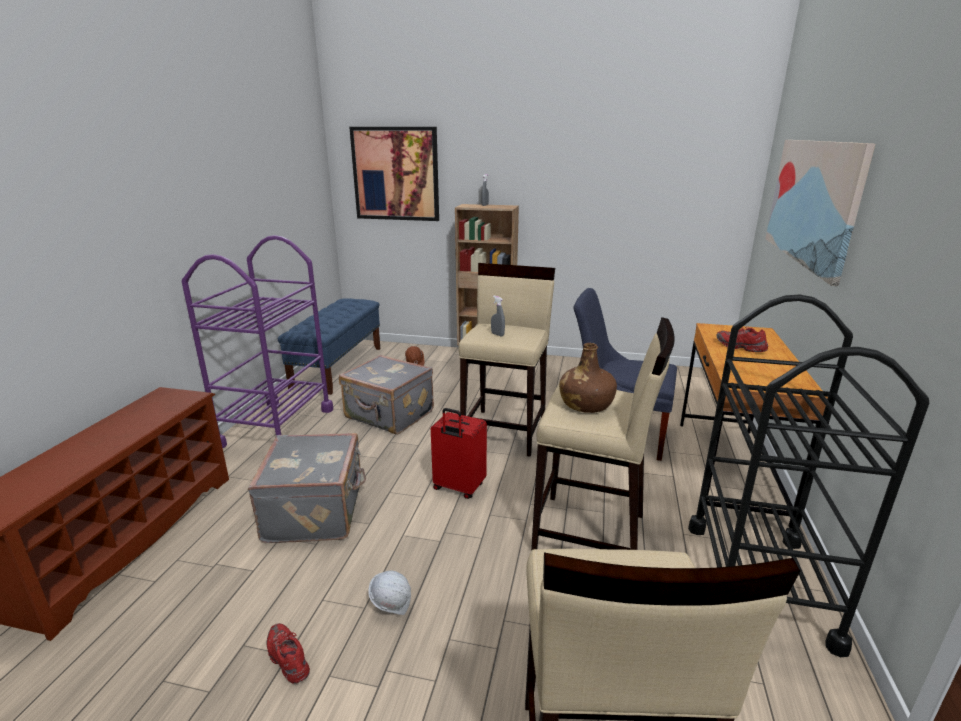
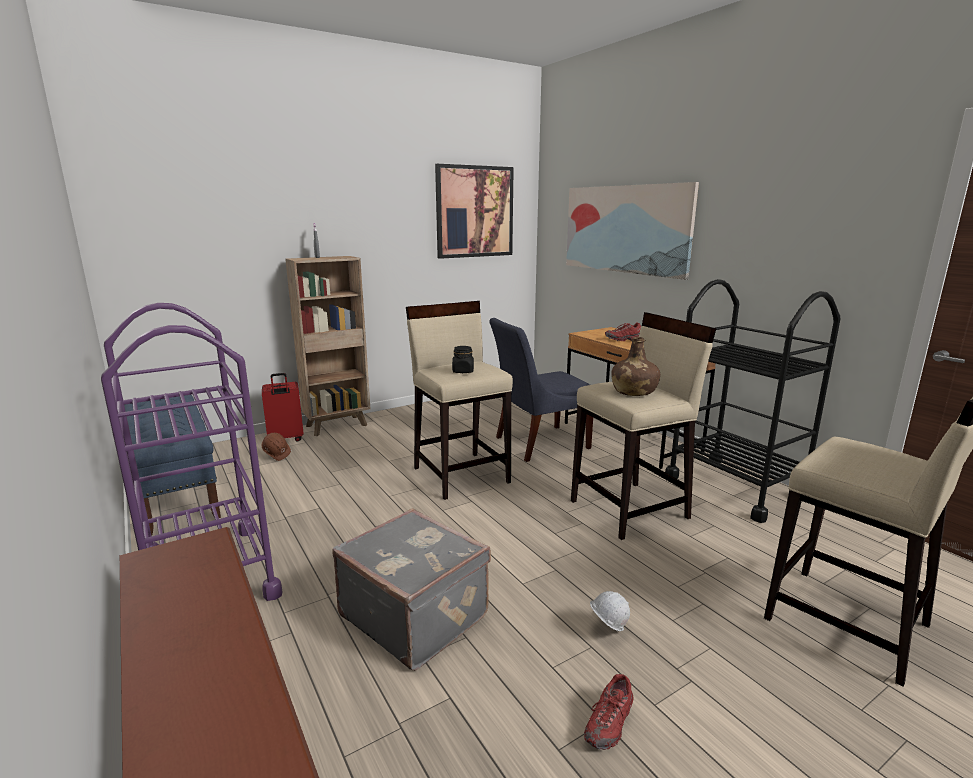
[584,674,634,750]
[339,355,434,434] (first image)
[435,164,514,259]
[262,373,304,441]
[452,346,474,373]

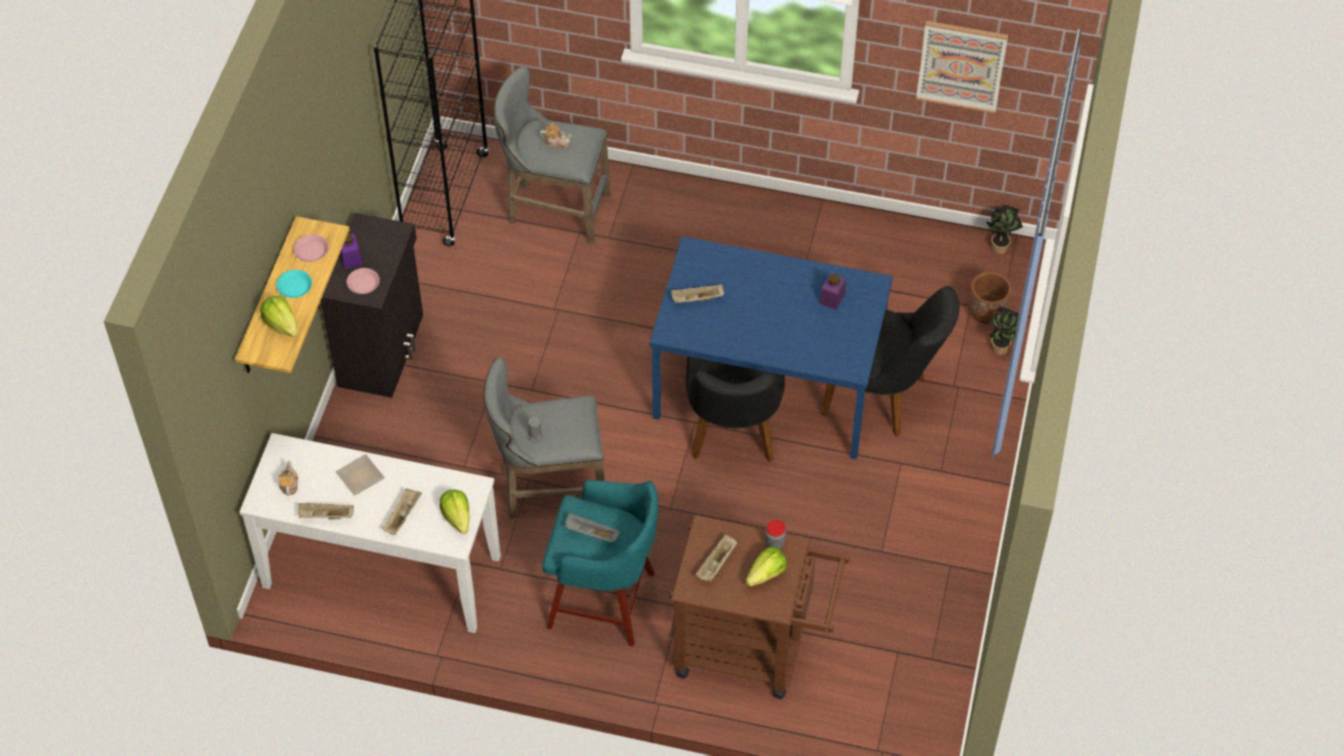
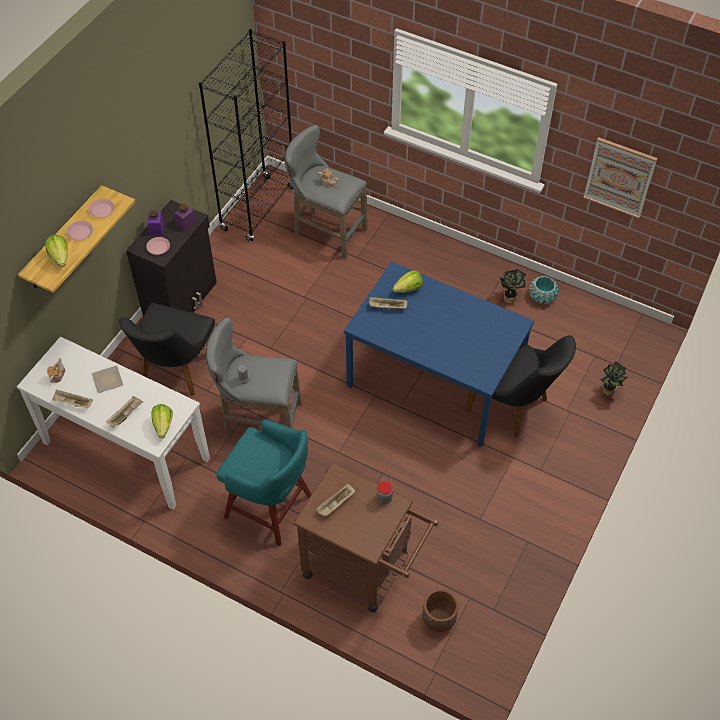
[66,221,93,241]
[565,513,620,542] (first image)
[119,302,215,396]
[392,270,423,293]
[175,204,197,231]
[422,589,459,632]
[500,269,527,304]
[529,276,559,304]

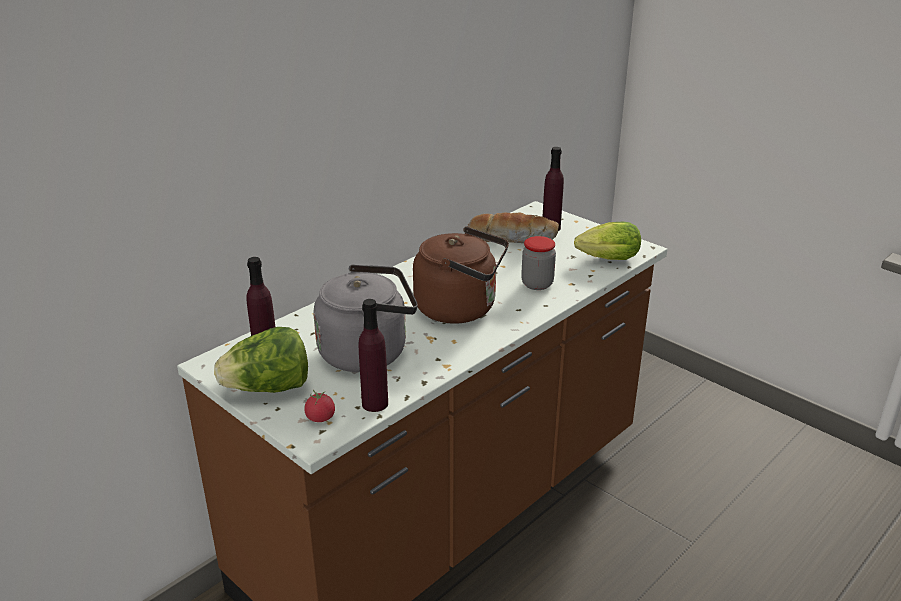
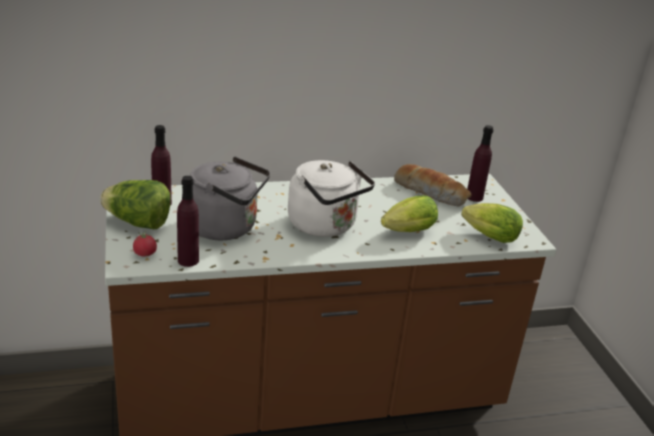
[288,160,375,237]
[381,196,438,232]

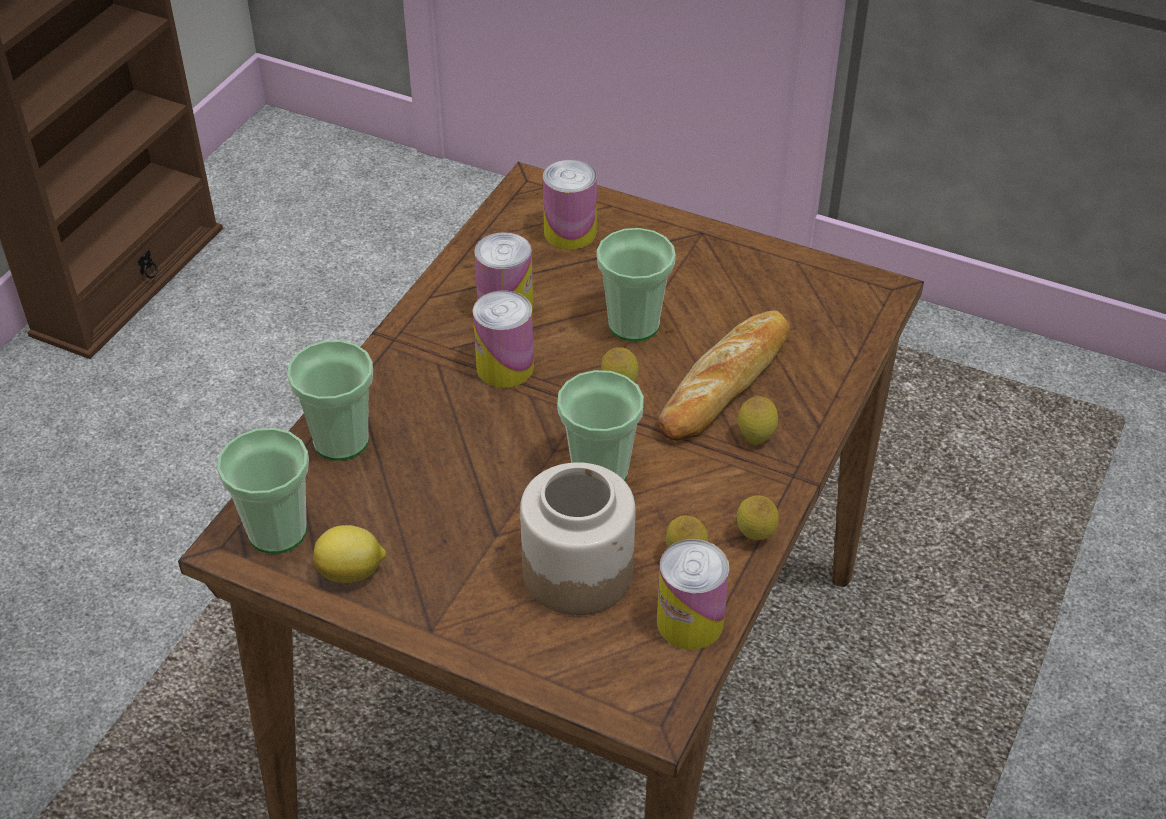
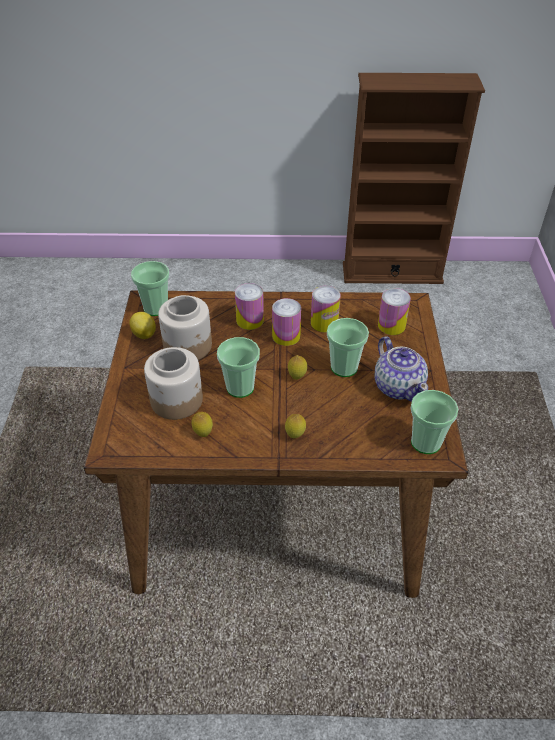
[410,390,458,454]
[235,283,264,330]
[658,311,790,441] (first image)
[737,495,779,541] (first image)
[158,295,212,360]
[374,336,428,402]

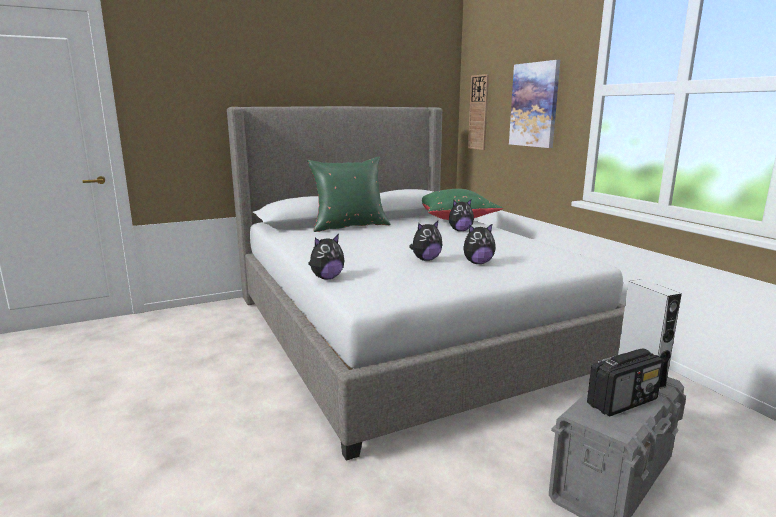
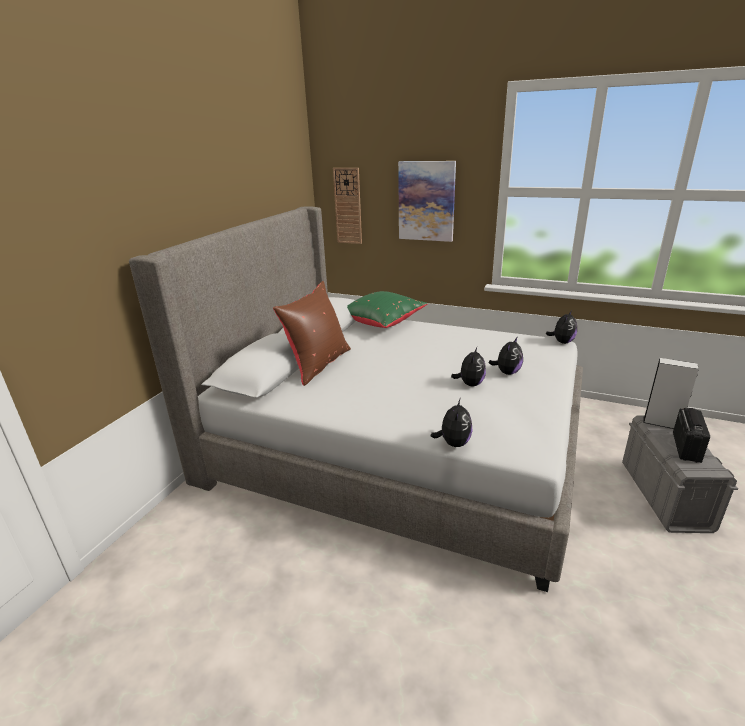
[273,281,351,386]
[546,310,577,344]

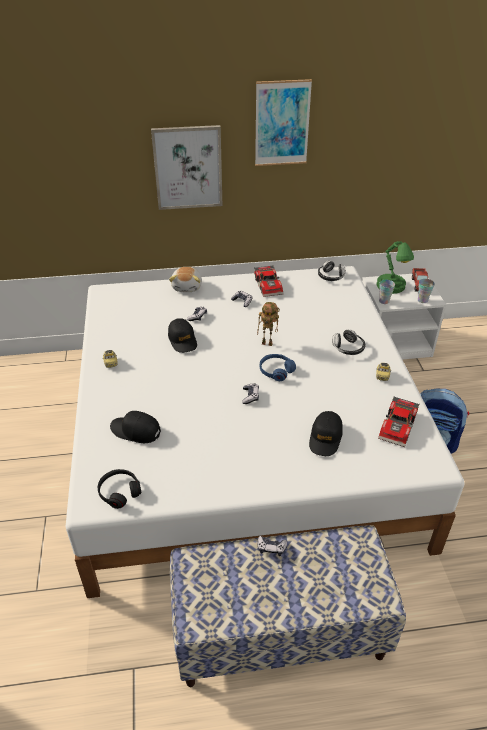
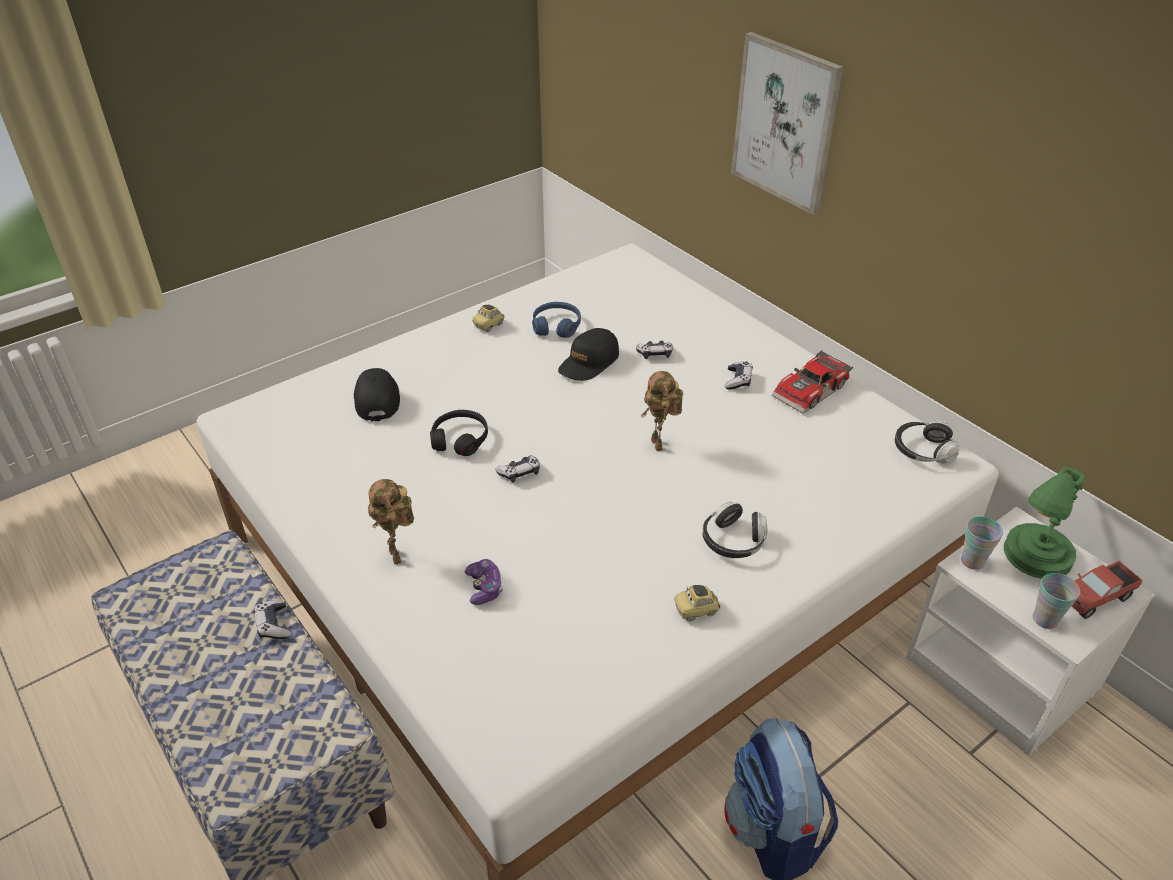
[430,410,488,456]
[169,267,202,292] (first image)
[255,79,312,166] (first image)
[532,302,581,338]
[465,559,503,605]
[378,397,419,447] (first image)
[368,479,414,564]

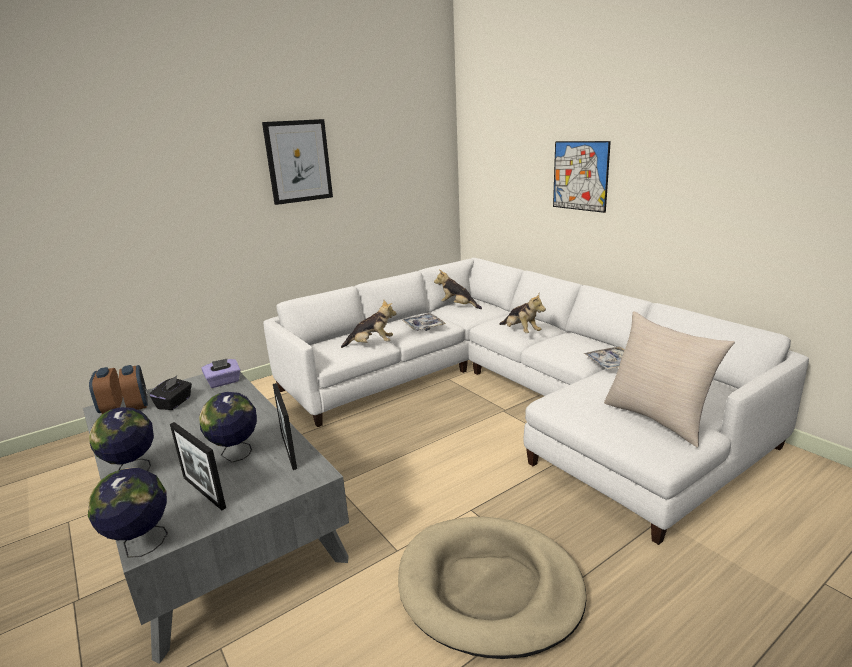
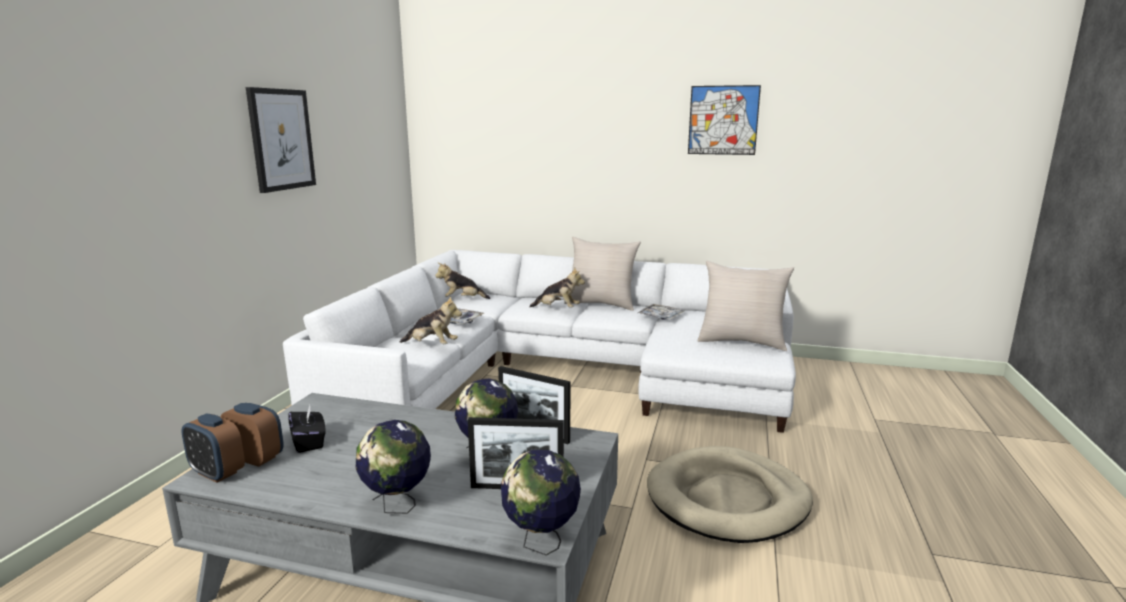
[201,359,240,388] (first image)
[400,296,462,344]
[688,85,761,155]
[564,237,641,311]

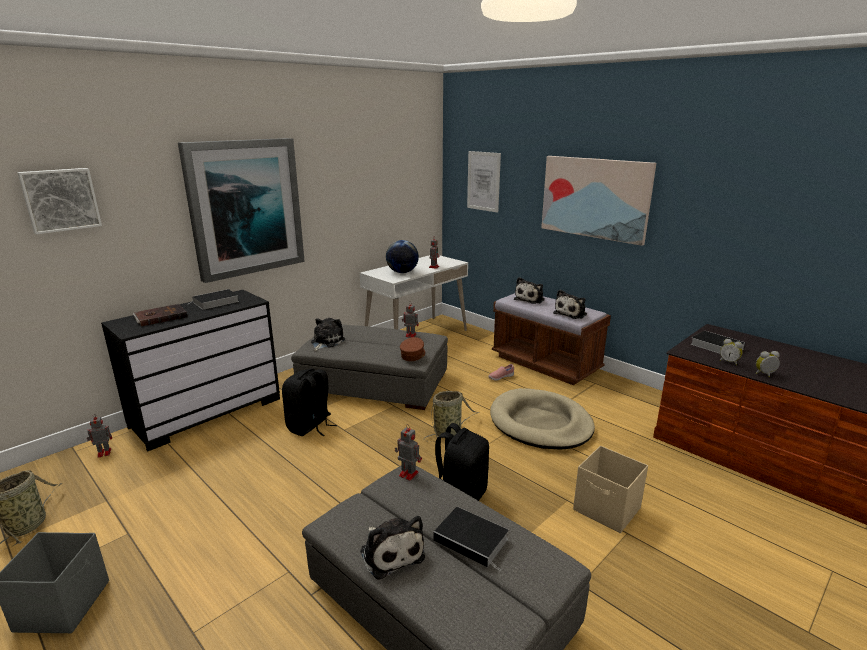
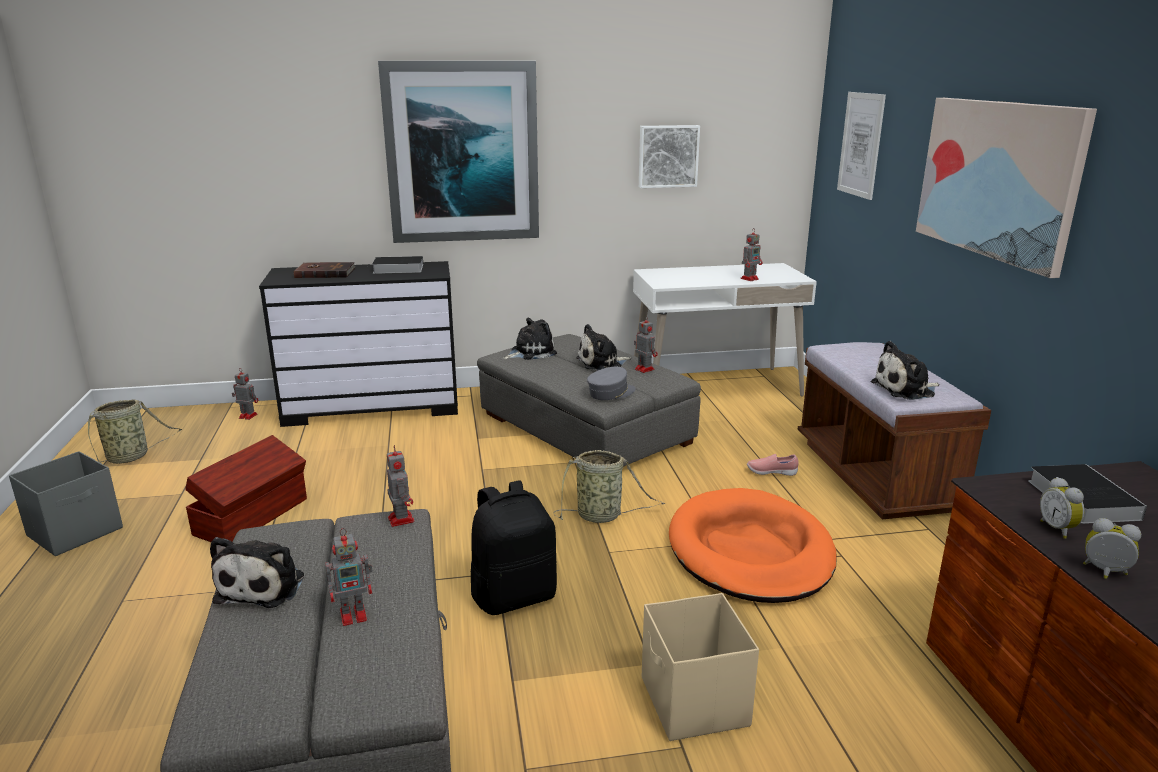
[639,125,700,188]
[282,369,337,437] (first image)
[386,240,419,273] (first image)
[587,367,636,400]
[326,528,373,626]
[669,488,837,603]
[576,324,632,371]
[185,435,307,542]

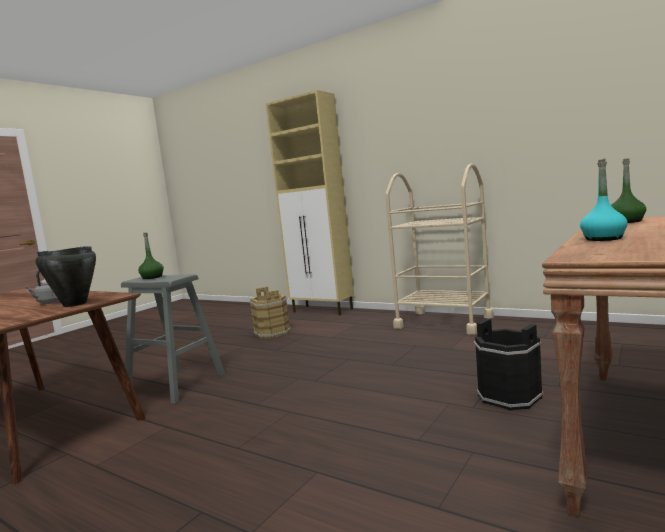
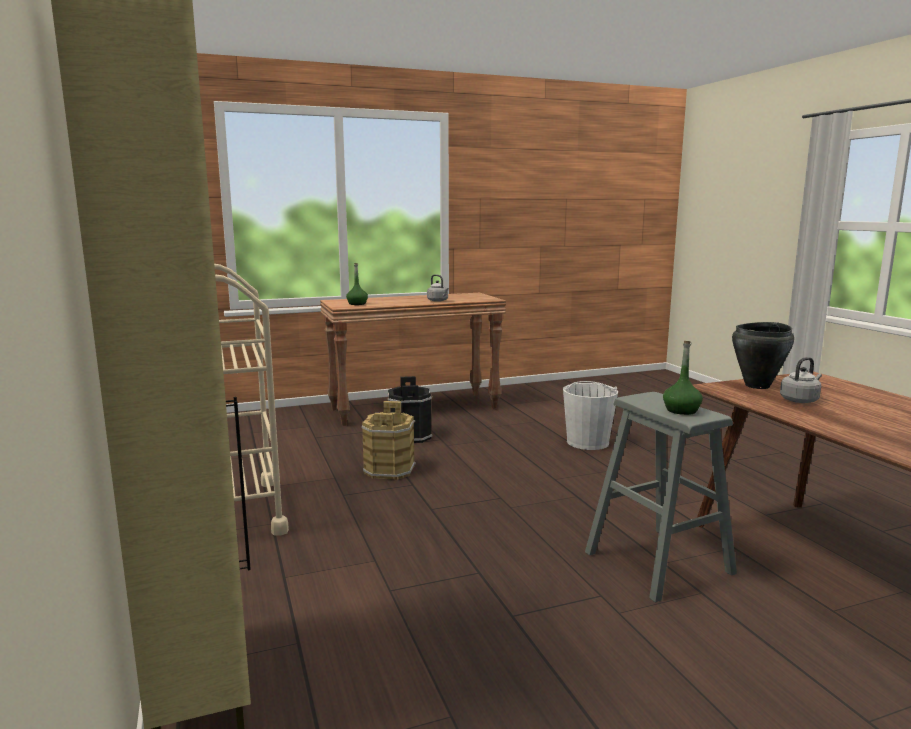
[361,401,416,480]
[427,274,449,302]
[563,381,618,450]

